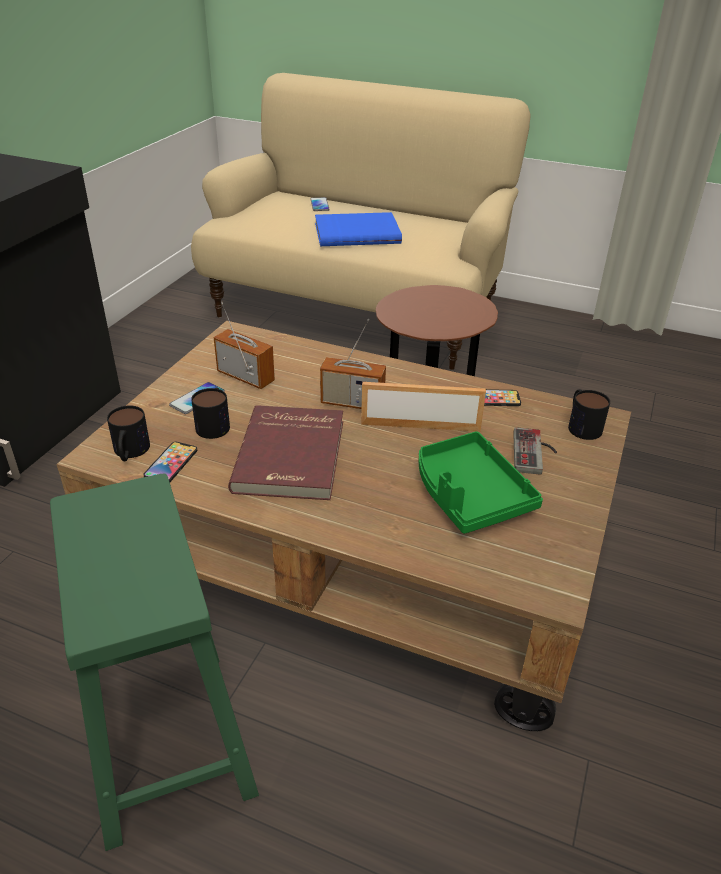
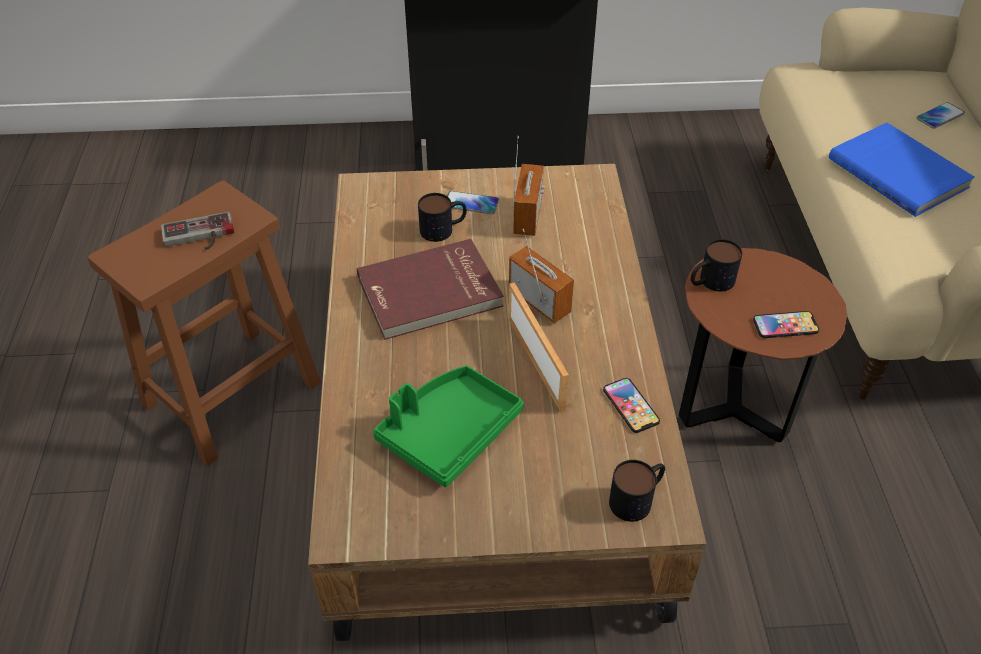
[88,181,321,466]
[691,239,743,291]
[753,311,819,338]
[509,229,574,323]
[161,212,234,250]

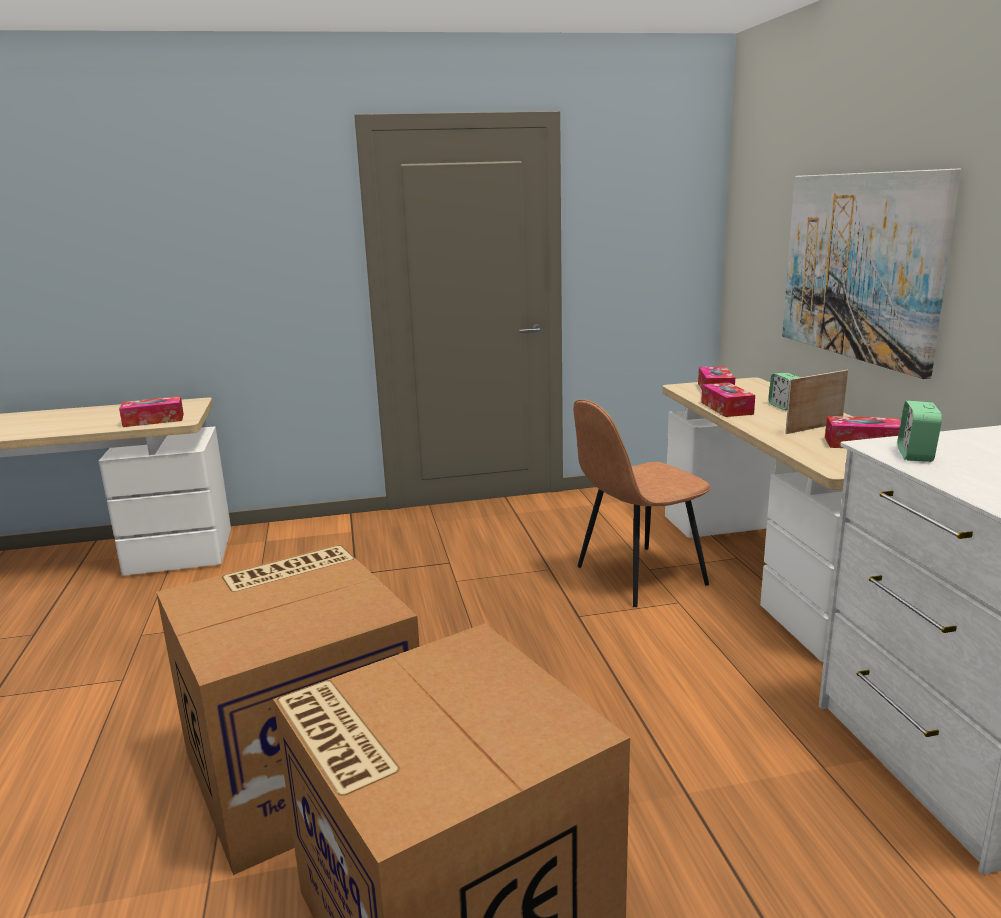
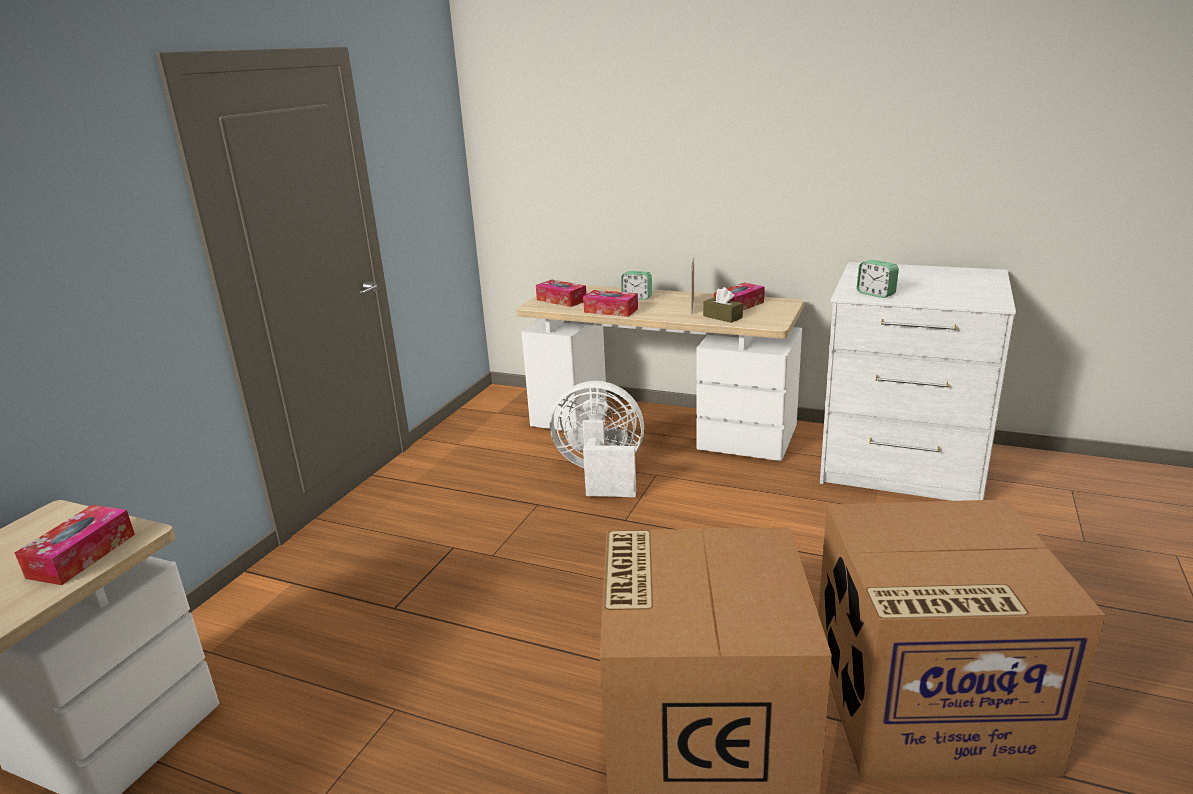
[550,381,644,497]
[782,169,961,379] (first image)
[703,287,743,323]

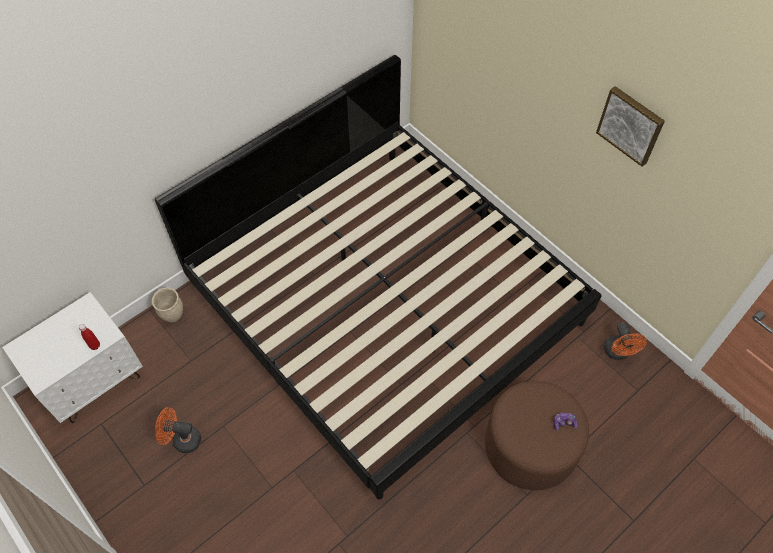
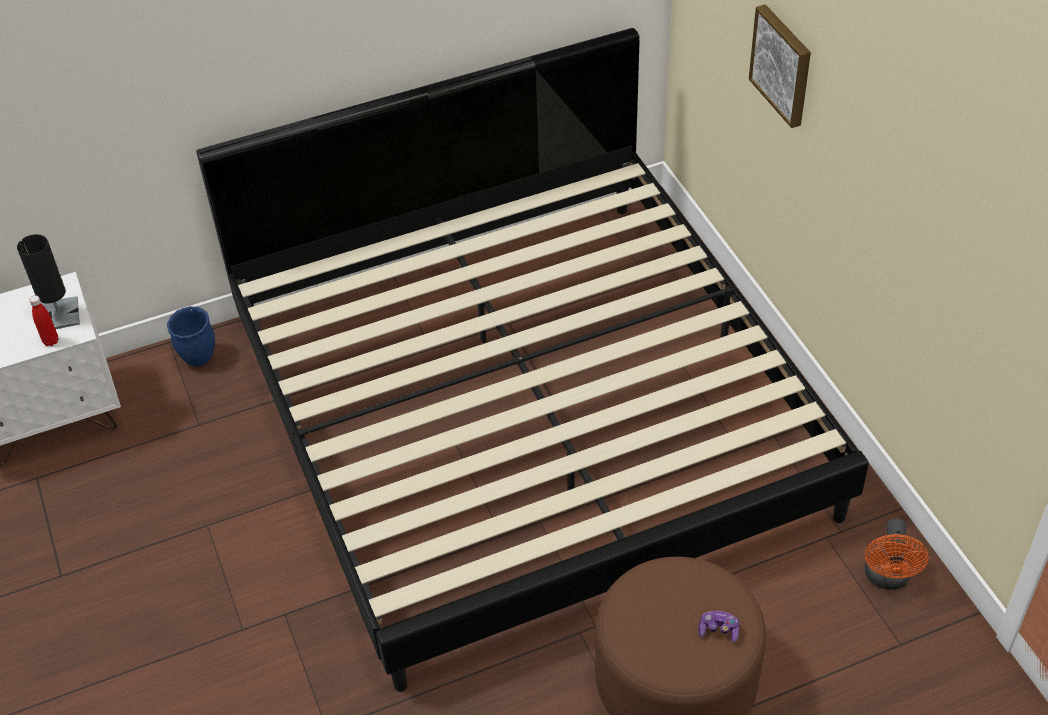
[167,306,215,367]
[155,407,201,453] (first image)
[749,4,811,128]
[17,234,80,329]

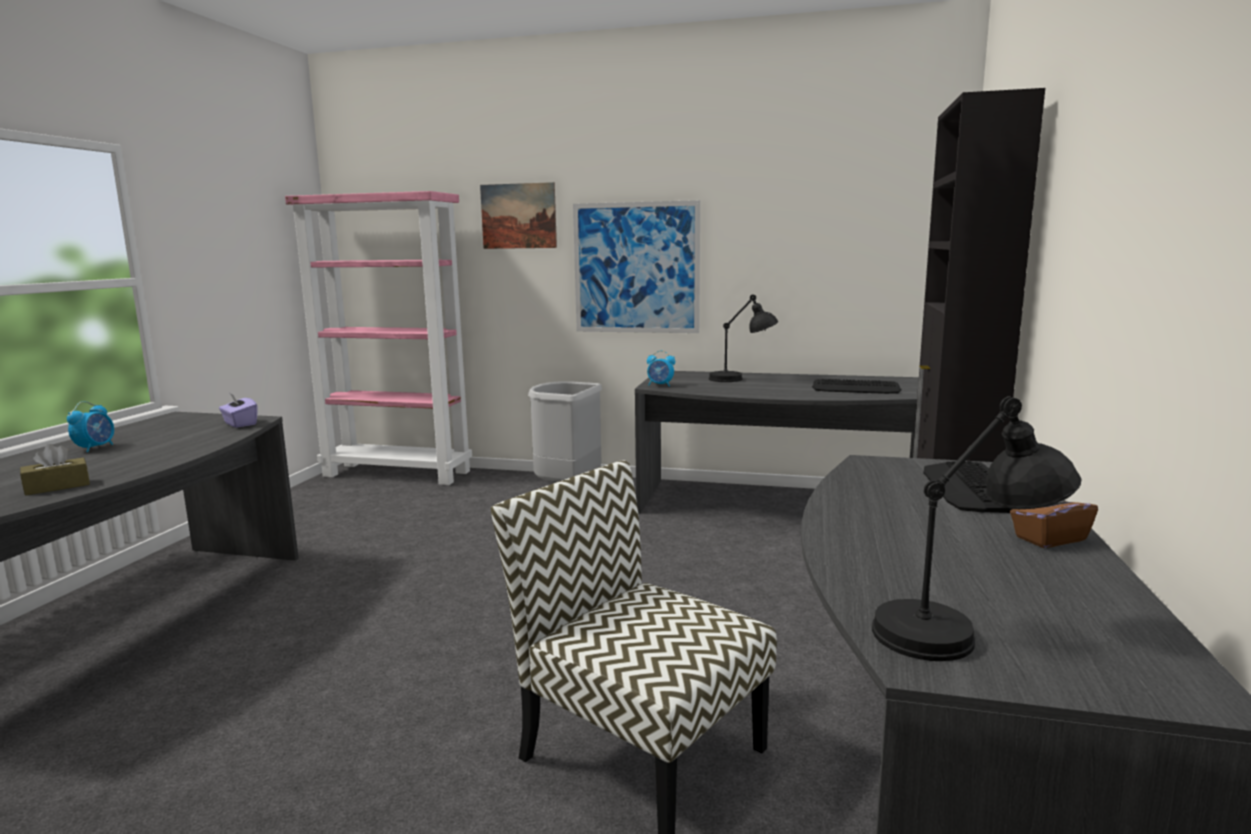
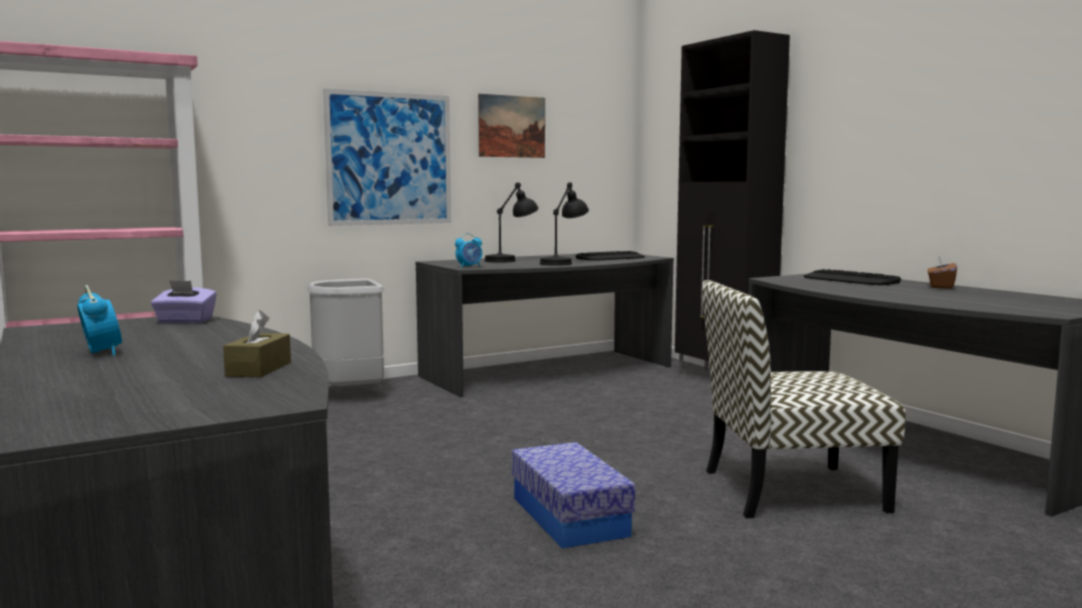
[478,94,545,158]
[540,182,589,266]
[512,442,635,549]

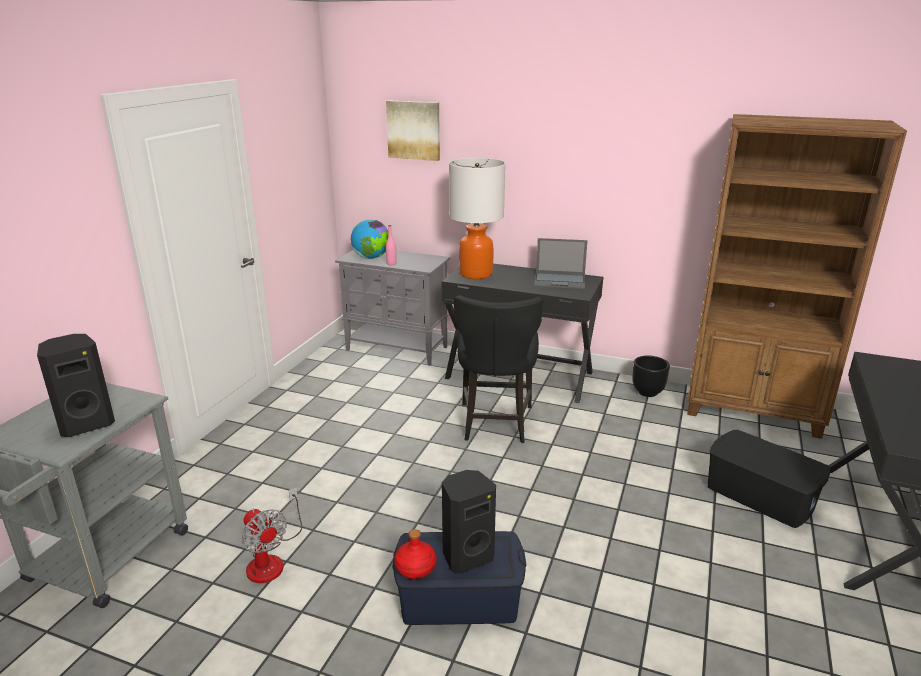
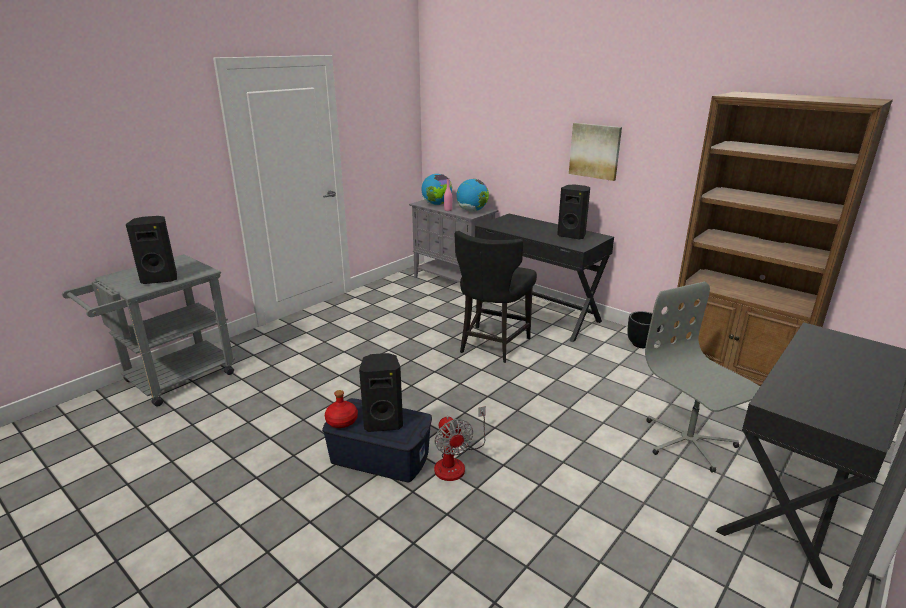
[434,406,486,481]
[569,123,622,181]
[449,158,505,279] (first image)
[557,185,590,240]
[645,282,760,473]
[456,179,489,212]

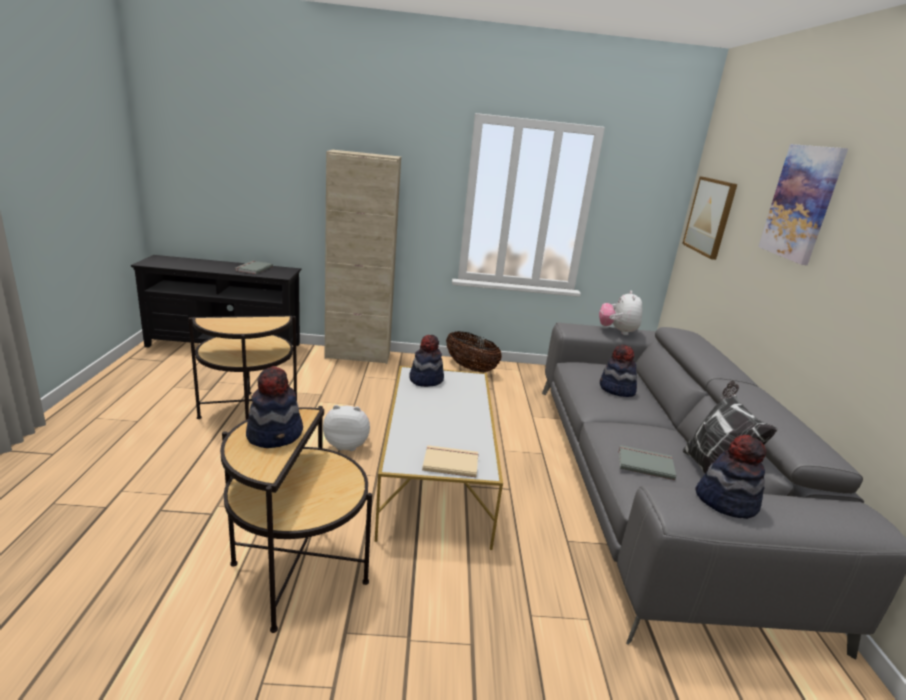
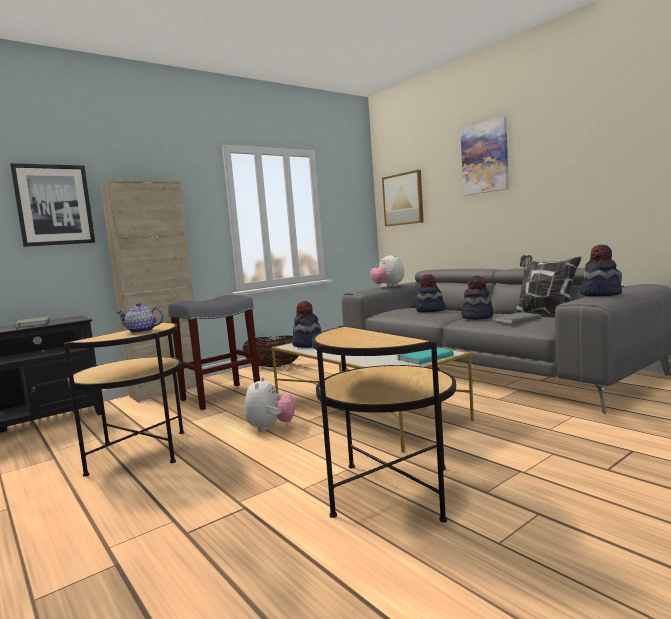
[461,276,493,320]
[245,377,295,432]
[397,348,454,365]
[10,163,95,247]
[117,303,164,333]
[168,294,260,410]

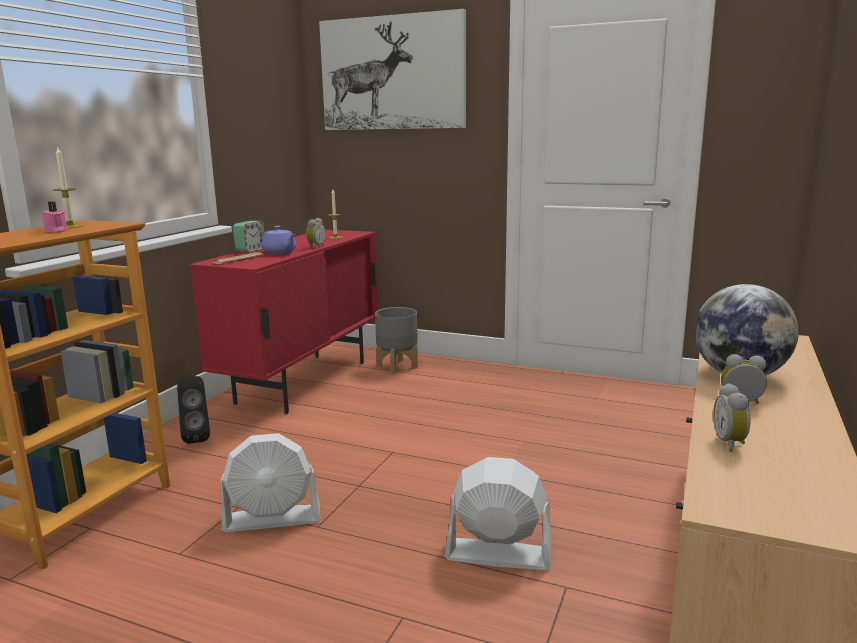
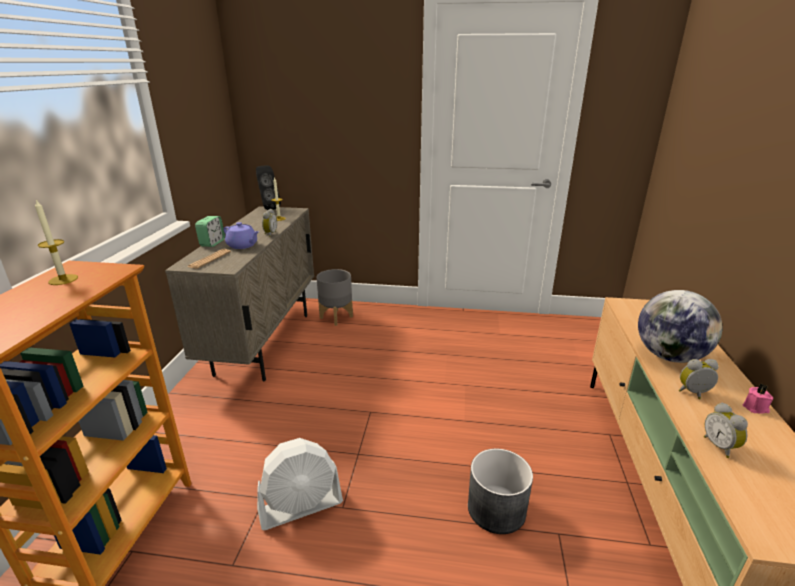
[743,384,773,414]
[256,165,281,210]
[165,206,314,381]
[319,9,466,130] (first image)
[468,449,533,534]

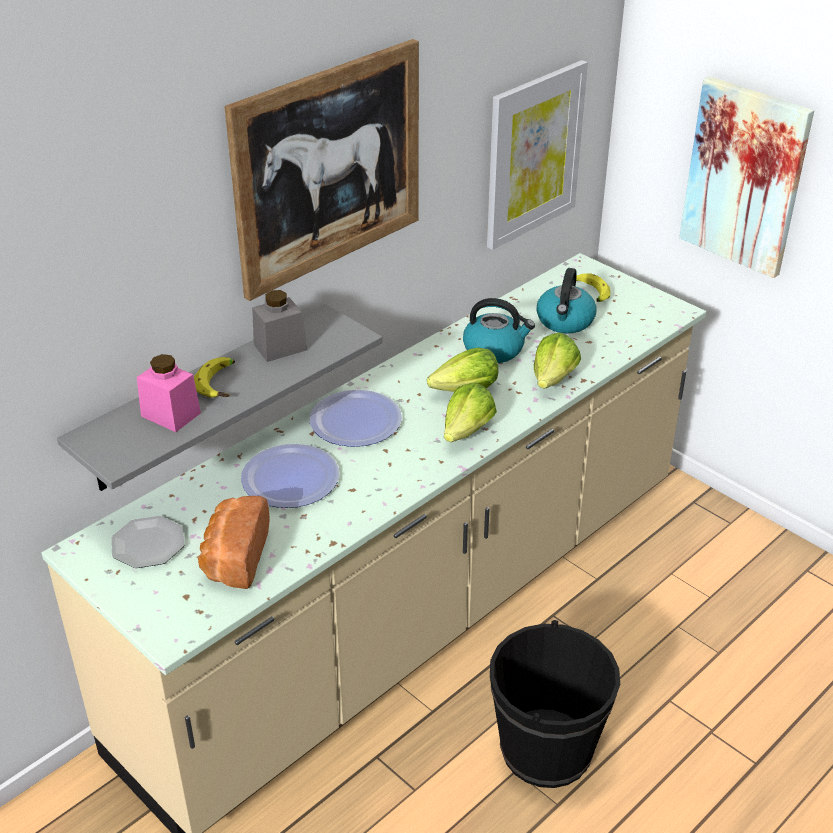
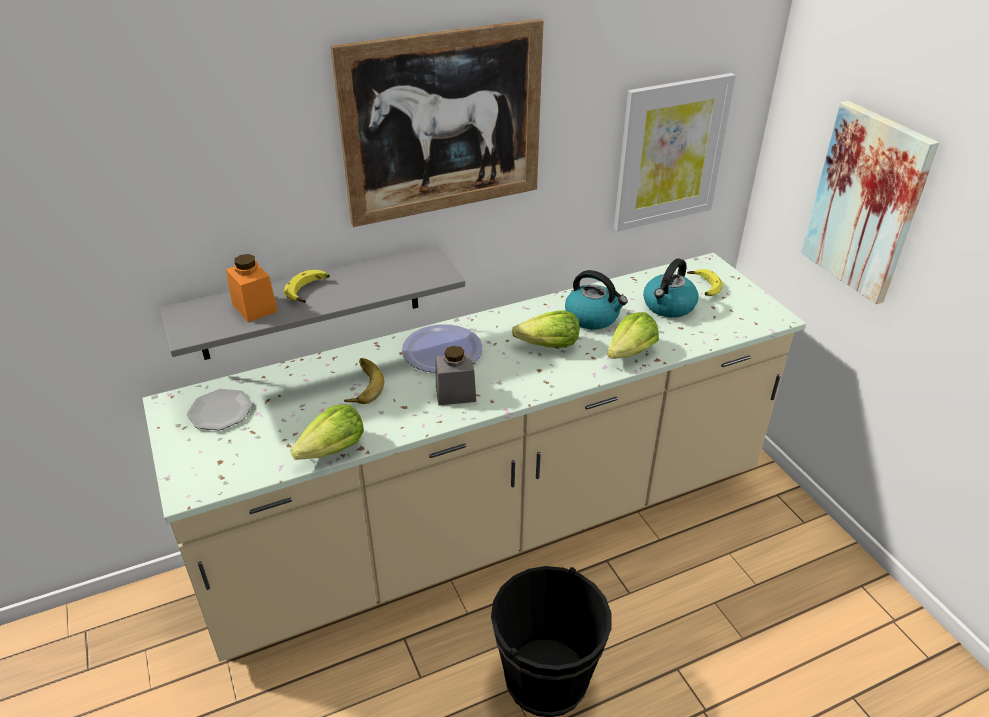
[226,254,278,322]
[198,496,270,589] (first image)
[344,358,384,404]
[436,346,476,406]
[290,404,364,460]

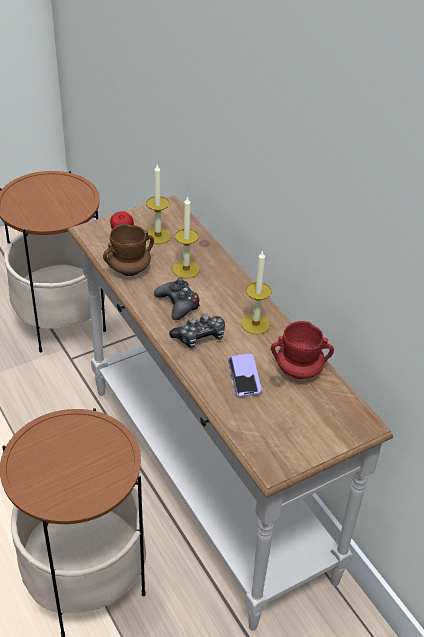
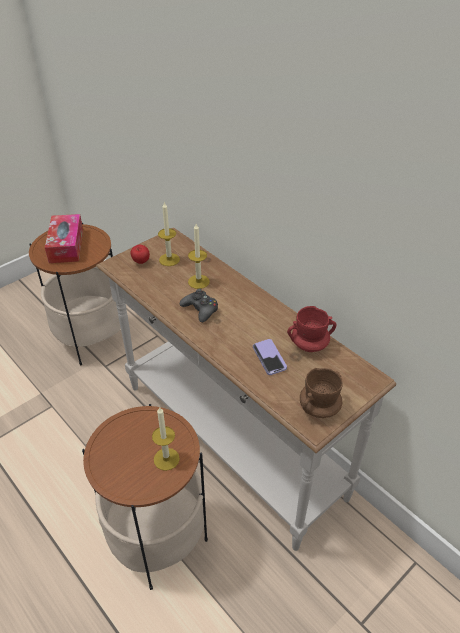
[300,368,343,418]
[169,314,225,348] (first image)
[152,407,180,471]
[45,214,83,263]

